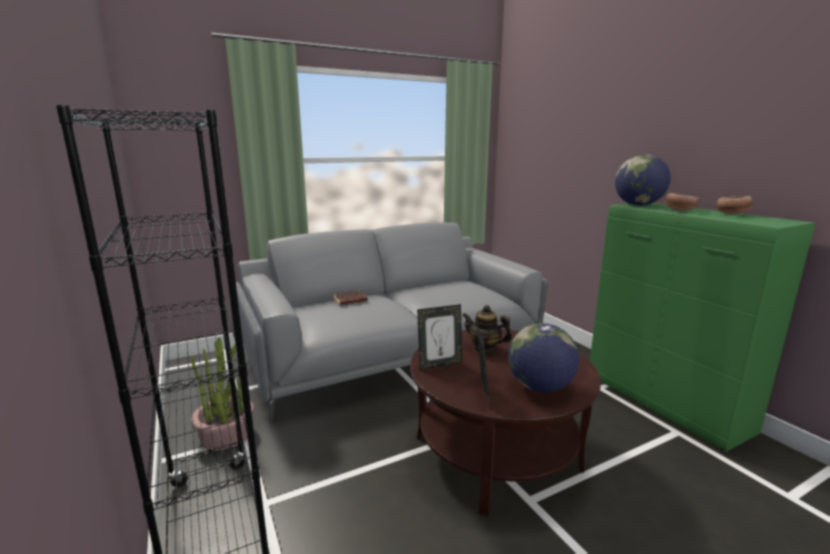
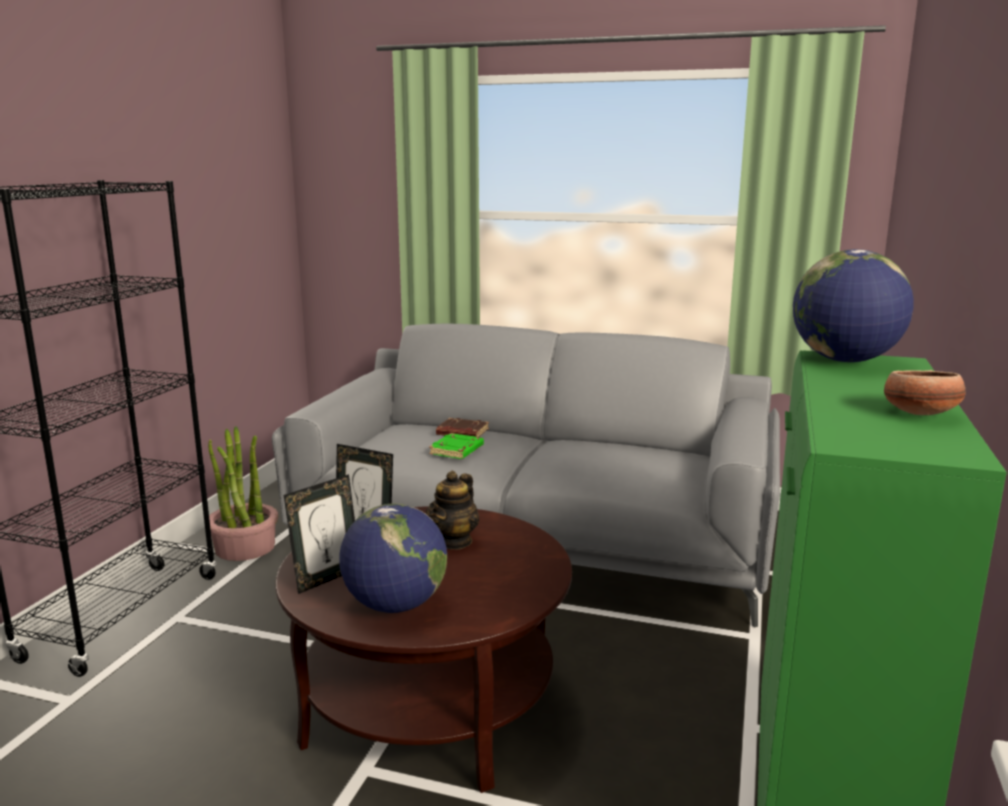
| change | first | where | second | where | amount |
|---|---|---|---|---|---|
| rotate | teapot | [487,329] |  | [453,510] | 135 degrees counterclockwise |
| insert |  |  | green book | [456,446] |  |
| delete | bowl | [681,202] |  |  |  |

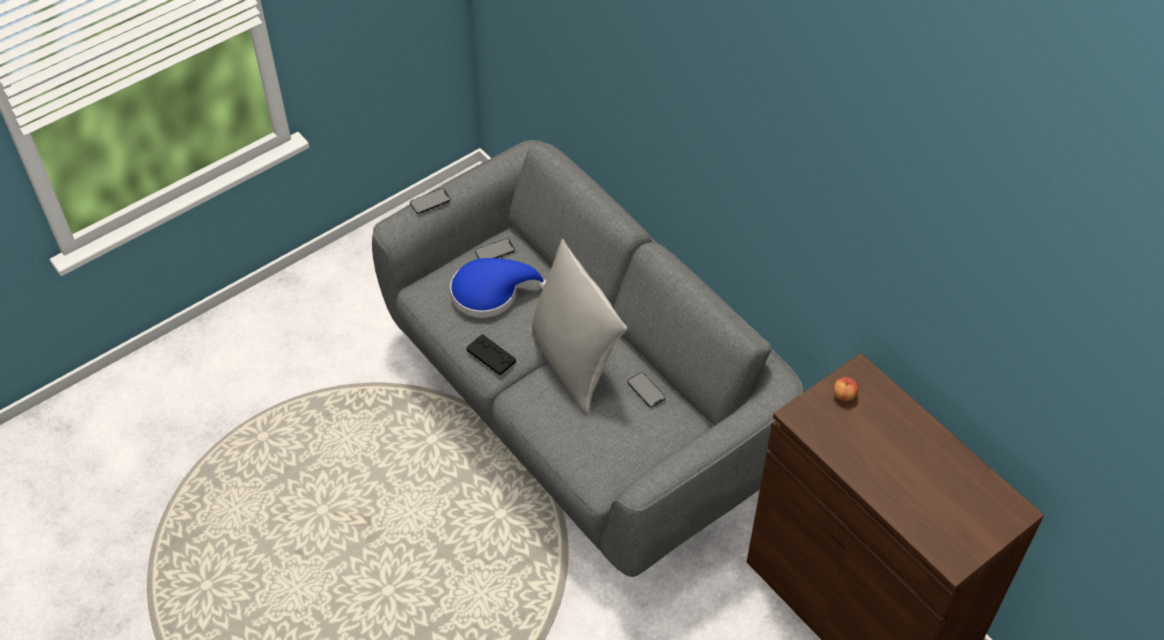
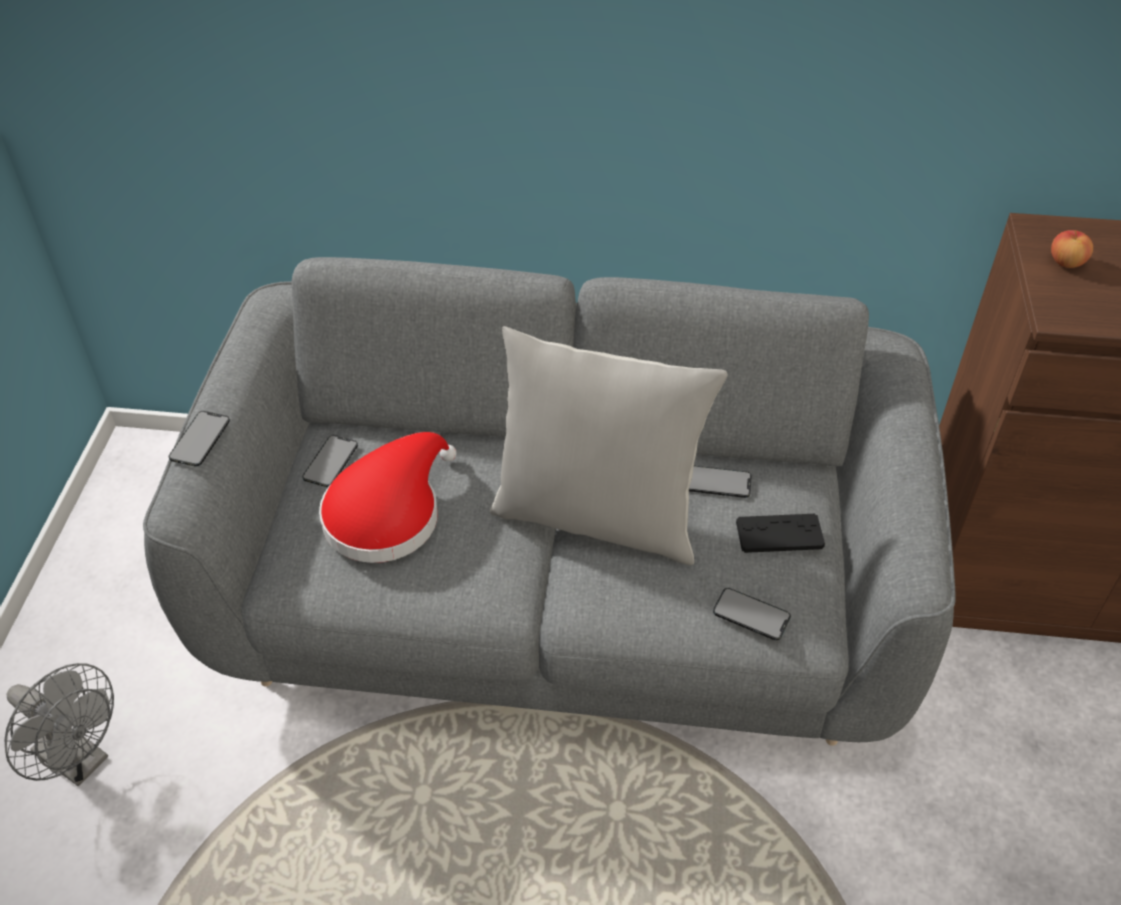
| change | first | where | second | where | amount |
|---|---|---|---|---|---|
| insert |  |  | grey fan | [59,724] |  |
| recolor | blue hat | [498,288] | red hat | [388,497] |  |
| insert |  |  | phone | [752,614] |  |
| move | black game controller | [491,355] |  | [780,533] |  |

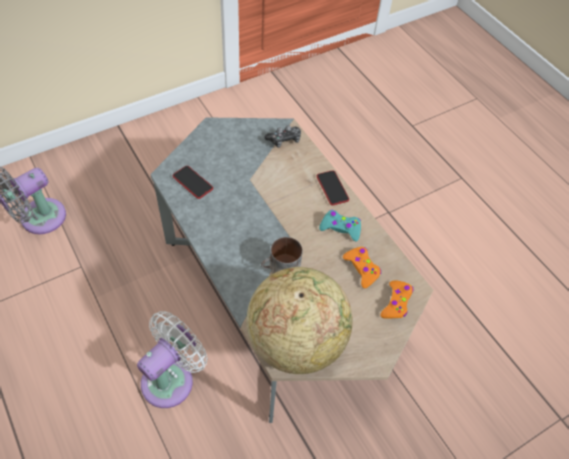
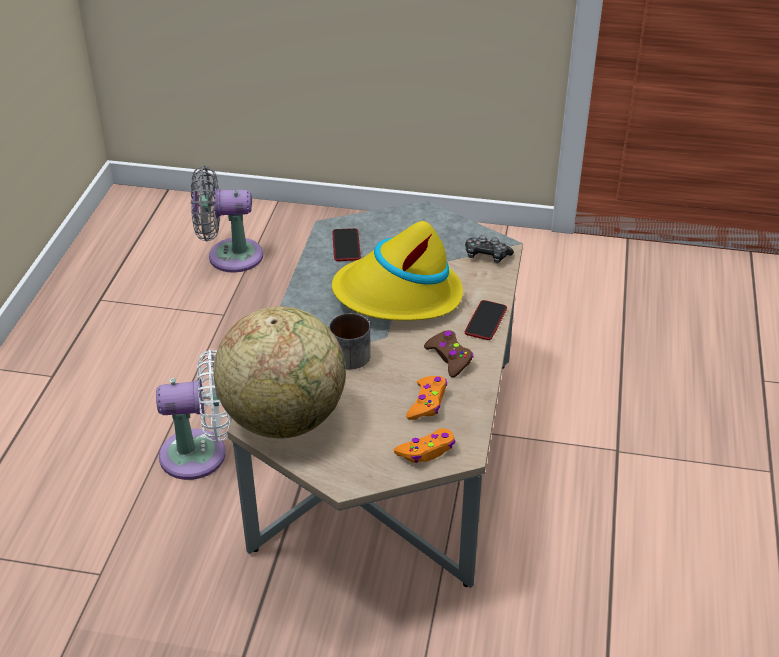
| change | first | where | second | where | amount |
|---|---|---|---|---|---|
| insert |  |  | yellow hat | [397,271] |  |
| recolor | turquoise game controller | [340,226] | brown game controller | [448,354] |  |

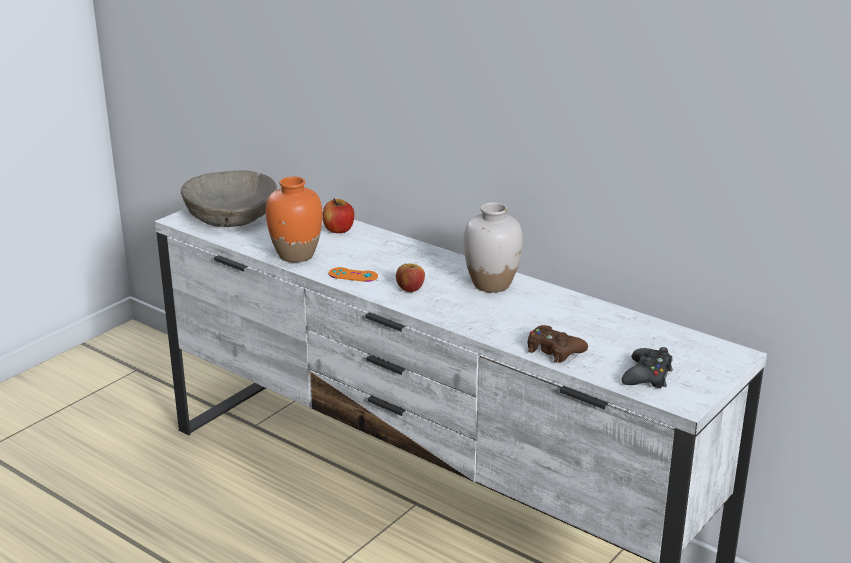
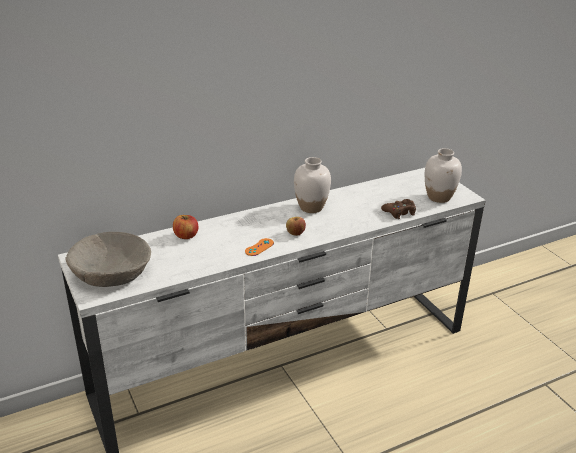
| change | first | where | second | where | amount |
|---|---|---|---|---|---|
| replace | black game controller | [647,367] | white vase | [443,175] |  |
| delete | orange vase | [294,219] |  |  |  |

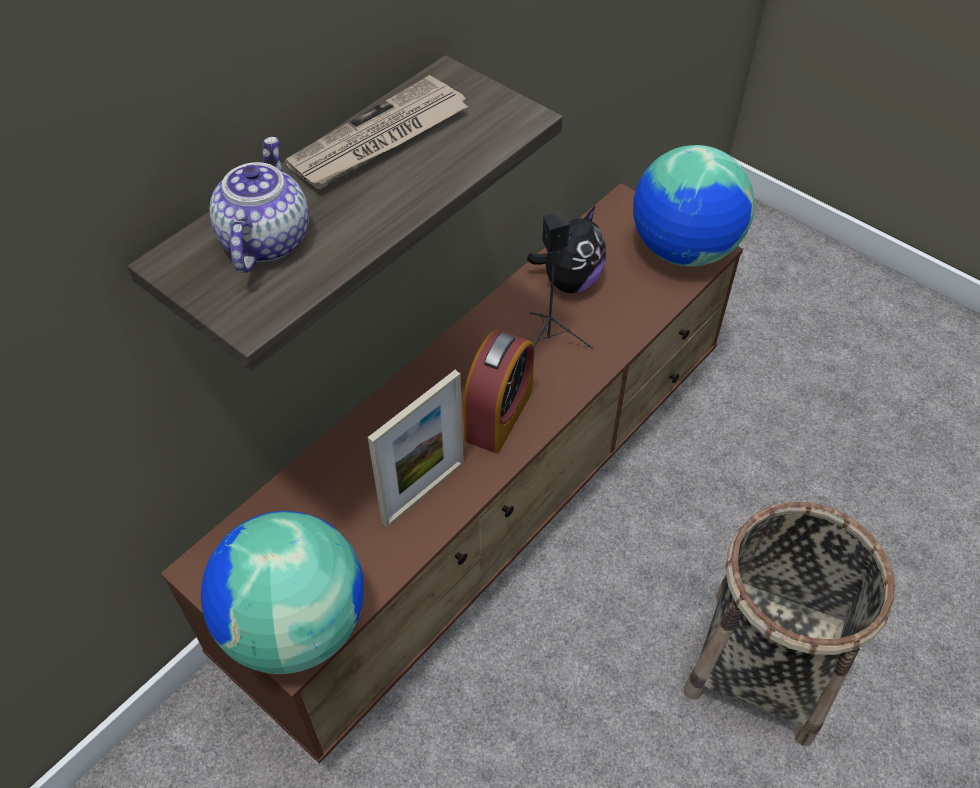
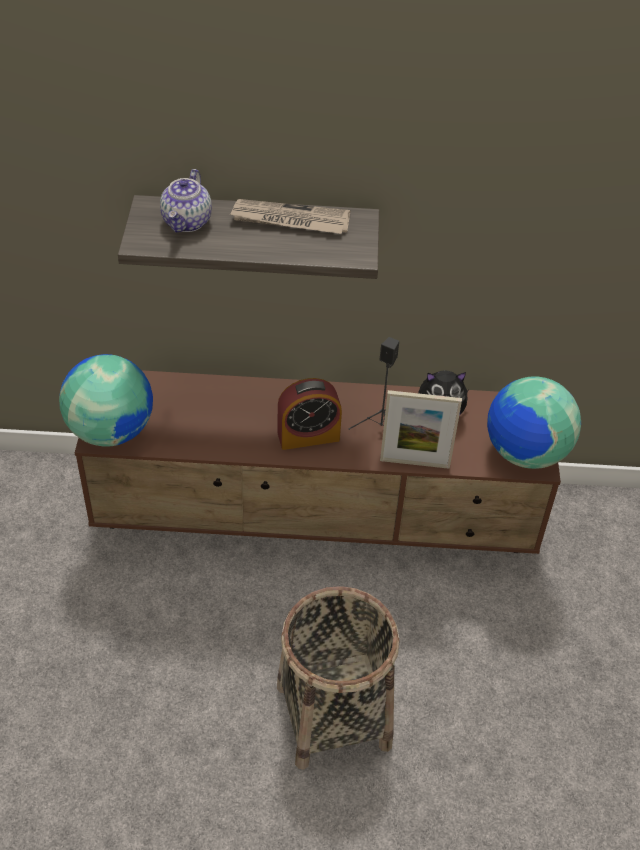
| change | first | where | second | where | amount |
|---|---|---|---|---|---|
| rotate | teapot | [259,205] |  | [186,201] | 135 degrees clockwise |
| move | picture frame | [416,449] |  | [421,429] |  |

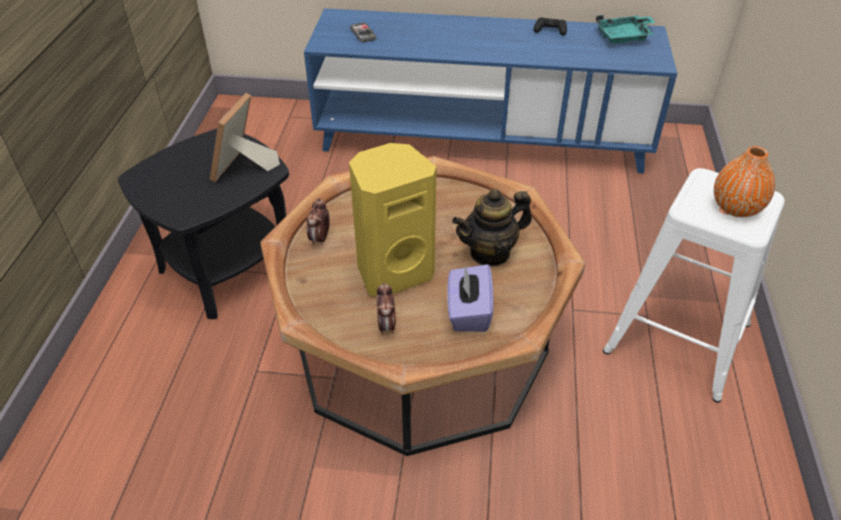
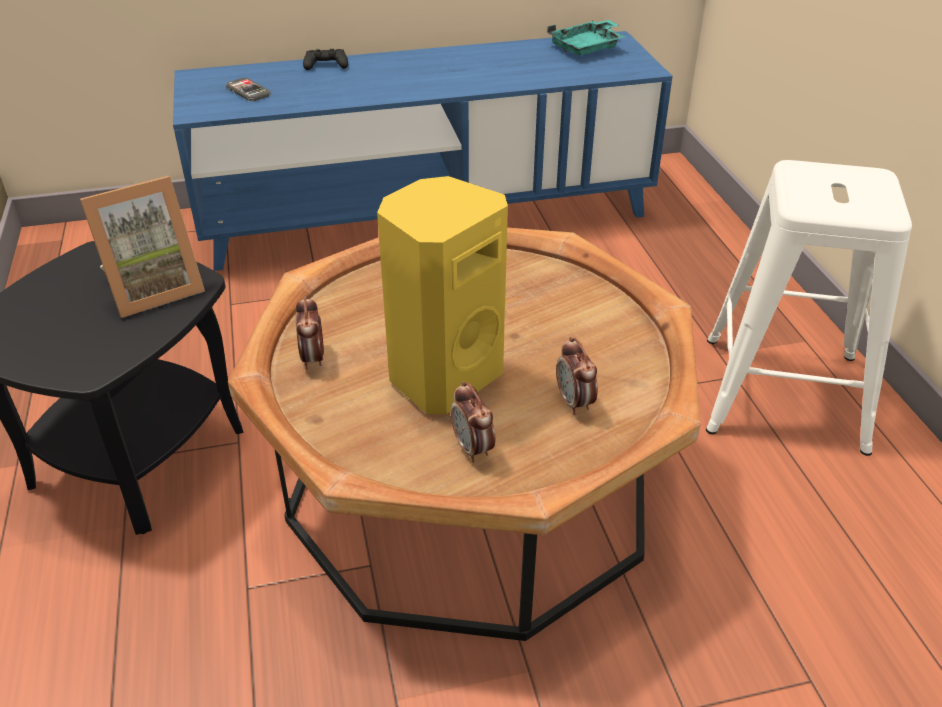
| change | first | where | second | where | amount |
|---|---|---|---|---|---|
| rotate | picture frame | [245,137] |  | [142,247] | 120 degrees counterclockwise |
| move | black game controller | [550,26] |  | [325,59] |  |
| replace | purple tissue box | [470,298] | alarm clock | [577,376] |  |
| delete | teapot | [492,227] |  |  |  |
| delete | orange vase | [744,181] |  |  |  |

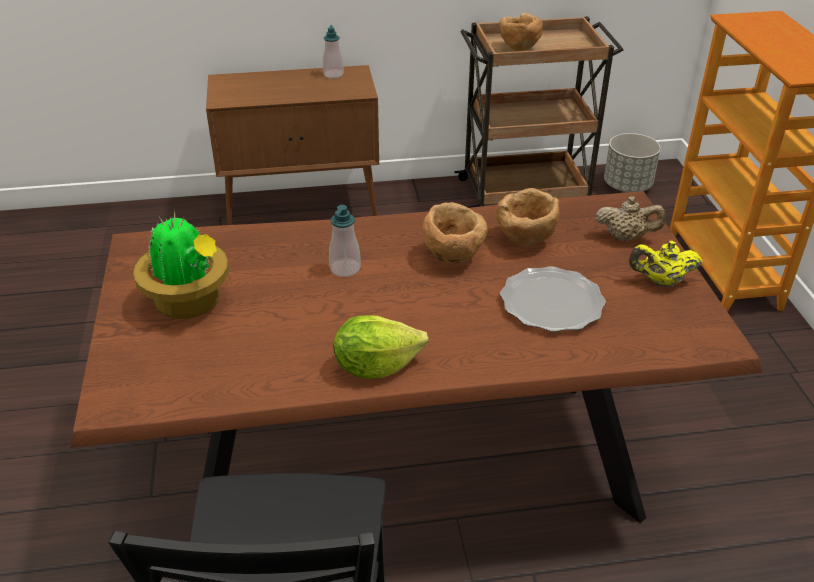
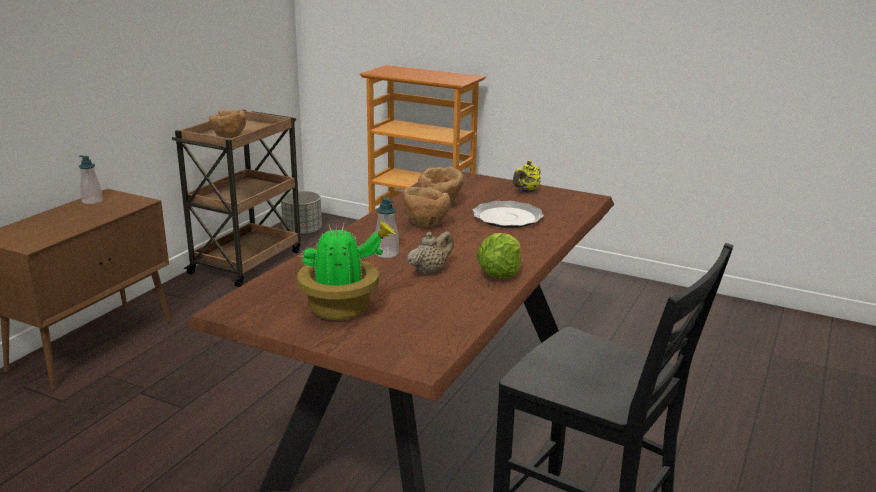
| change | first | where | second | where | amount |
|---|---|---|---|---|---|
| move | beige teapot | [631,218] |  | [430,253] |  |

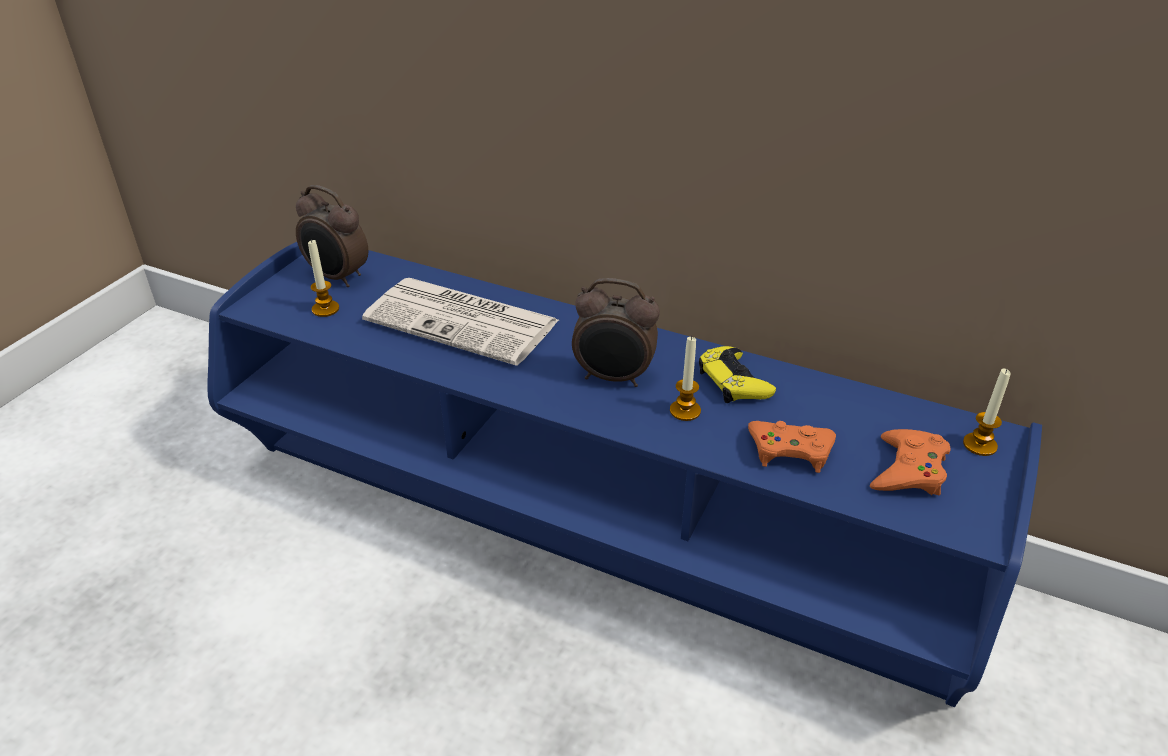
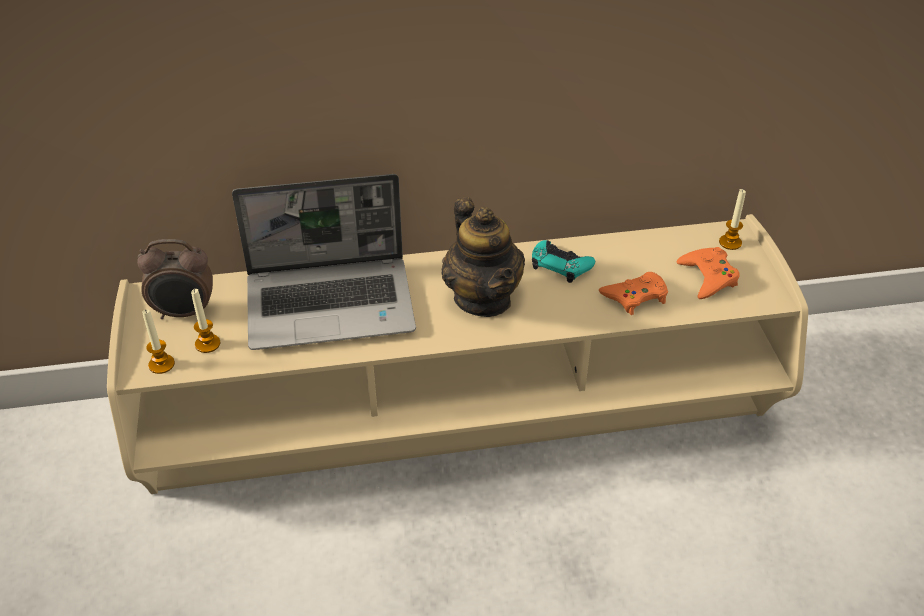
| change | first | where | second | where | amount |
|---|---|---|---|---|---|
| recolor | blue tv stand | [624,474] | beige tv stand | [457,354] |  |
| move | candle | [685,378] |  | [158,341] |  |
| replace | newspaper | [460,322] | laptop | [324,262] |  |
| replace | alarm clock | [616,332] | teapot | [483,257] |  |
| recolor | yellow game controller | [737,374] | turquoise game controller | [563,261] |  |

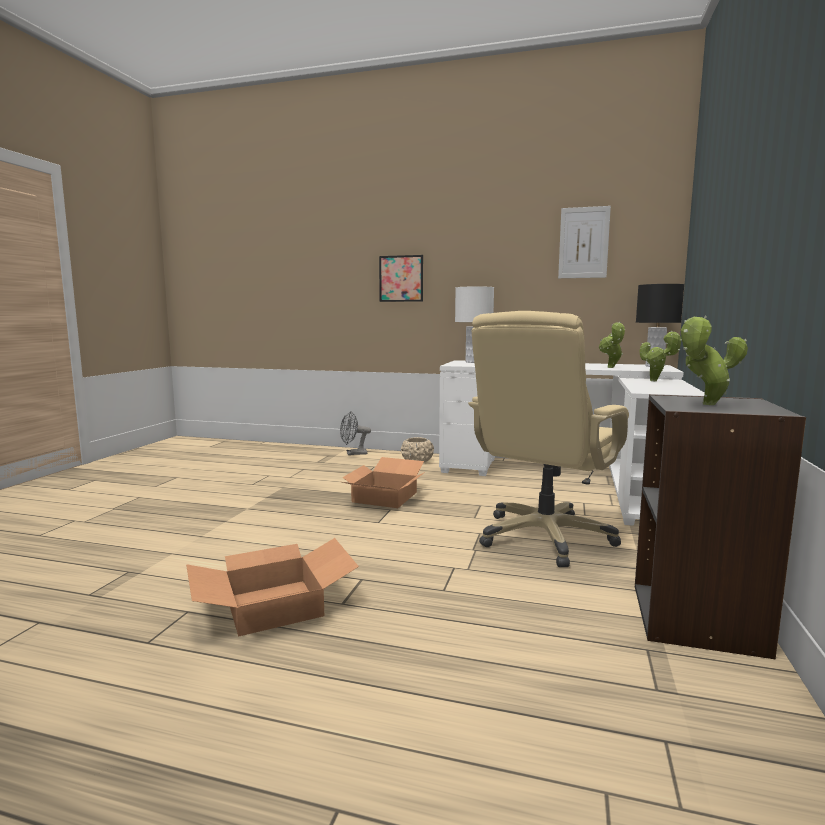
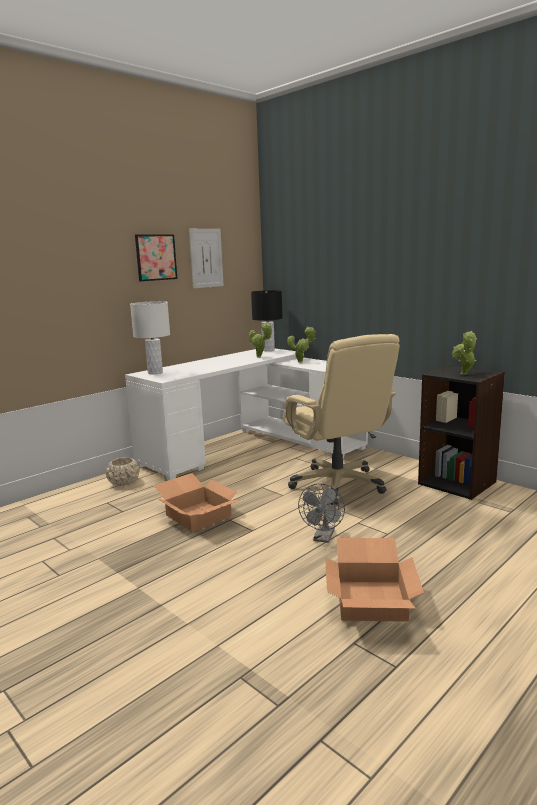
| change | first | where | second | where | amount |
|---|---|---|---|---|---|
| move | picture | [401,278] |  | [156,257] |  |
| move | grey fan | [355,433] |  | [321,513] |  |

